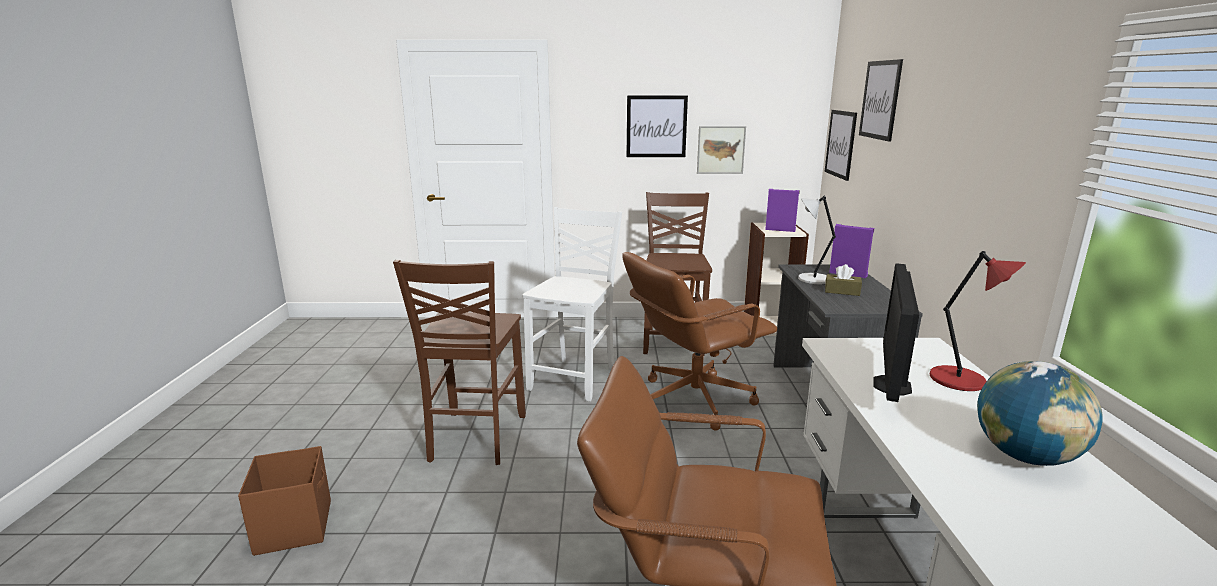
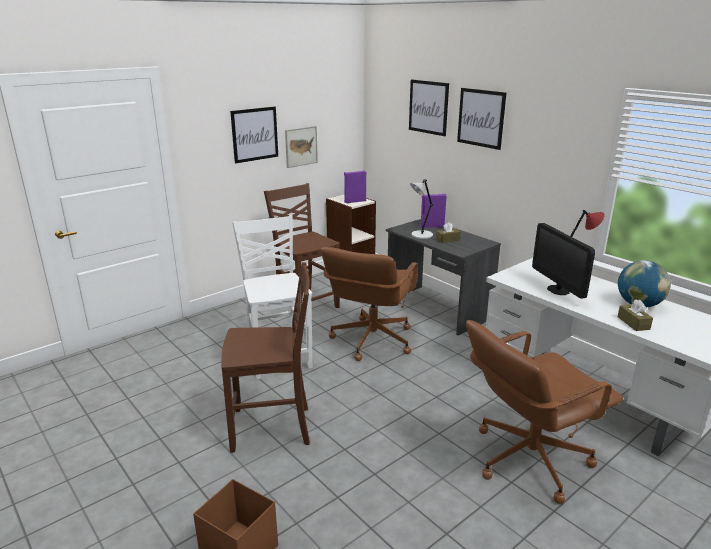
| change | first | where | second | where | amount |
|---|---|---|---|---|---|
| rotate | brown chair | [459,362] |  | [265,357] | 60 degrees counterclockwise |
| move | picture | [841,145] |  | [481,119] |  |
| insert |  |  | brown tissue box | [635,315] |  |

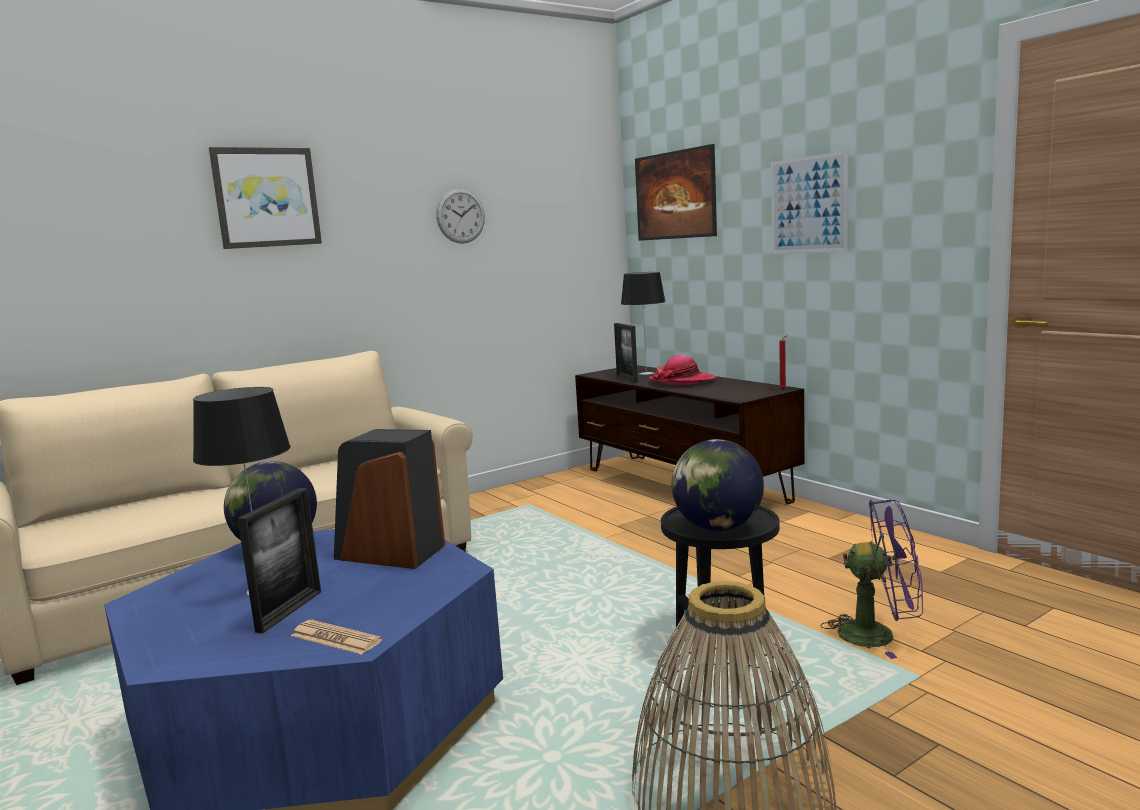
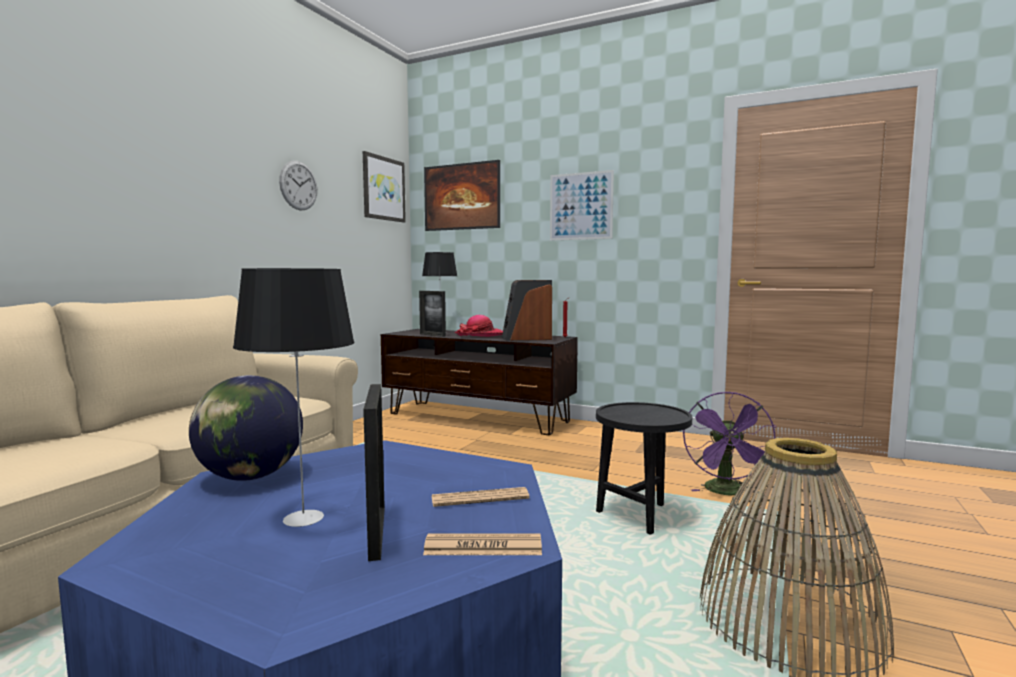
| change | first | where | second | where | amount |
|---|---|---|---|---|---|
| move | picture | [265,198] |  | [384,187] |  |
| insert |  |  | newspaper | [480,497] |  |
| move | speaker | [389,499] |  | [527,310] |  |
| rotate | purple fan | [872,579] |  | [729,443] | 120 degrees clockwise |
| delete | globe | [717,485] |  |  |  |

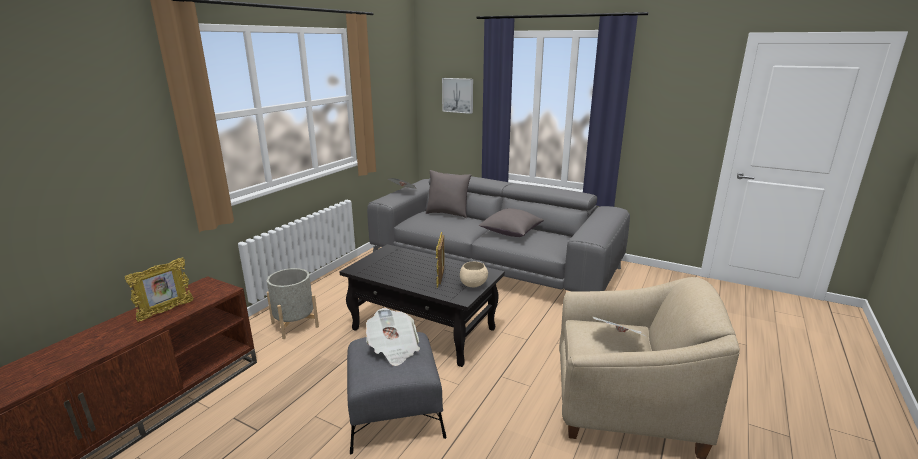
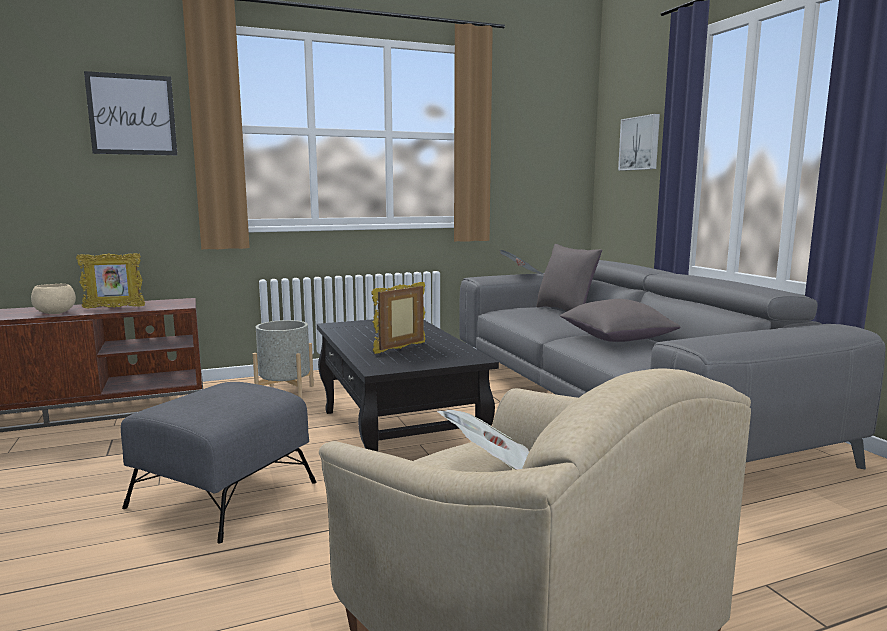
| change | first | where | second | where | amount |
|---|---|---|---|---|---|
| move | beige bowl | [474,274] |  | [53,299] |  |
| insert |  |  | picture | [130,113] |  |
| delete | newspaper | [393,337] |  |  |  |

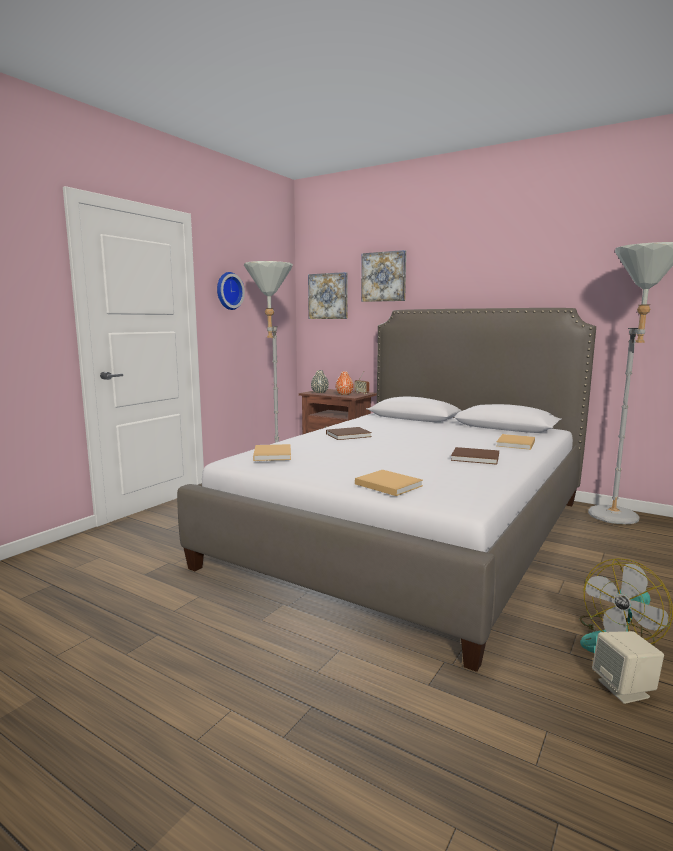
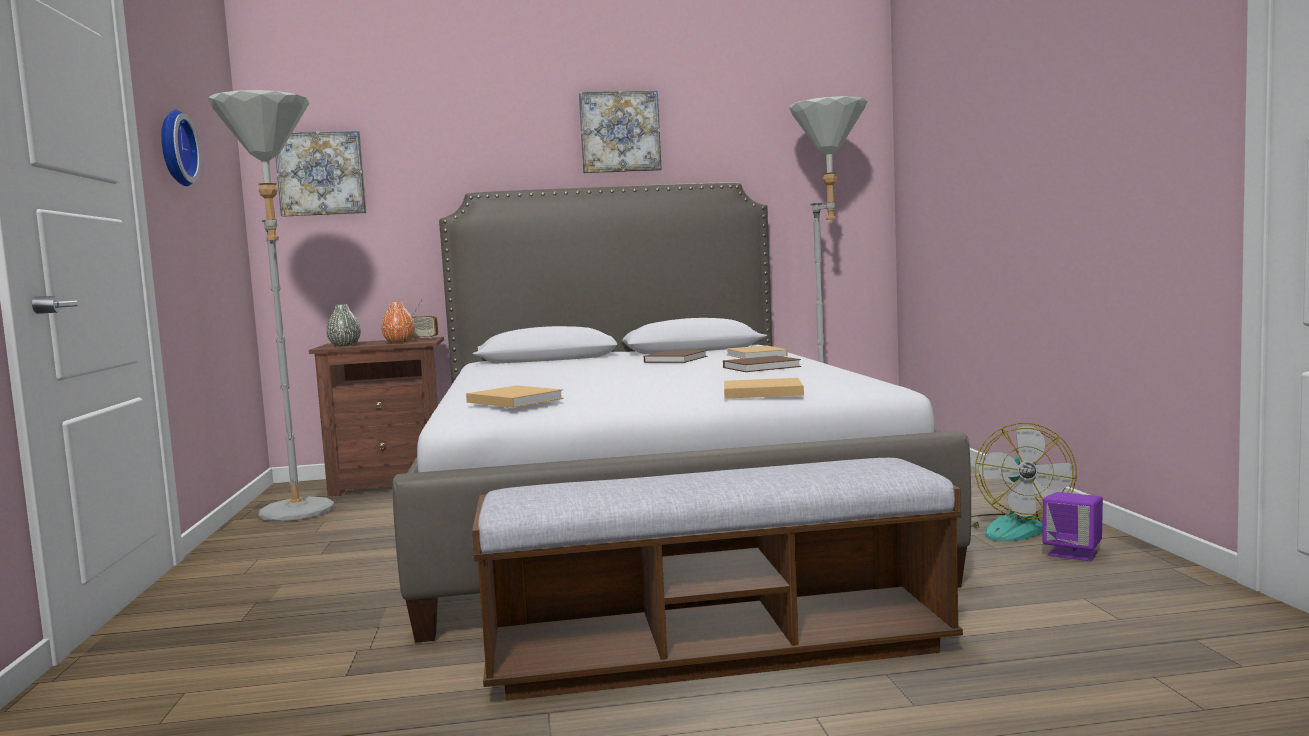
| change | first | where | second | where | amount |
|---|---|---|---|---|---|
| insert |  |  | bench | [717,579] |  |
| move | picture | [383,276] |  | [620,131] |  |
| move | brown book | [349,433] |  | [675,356] |  |
| recolor | beige speaker | [628,667] | purple speaker | [1072,526] |  |

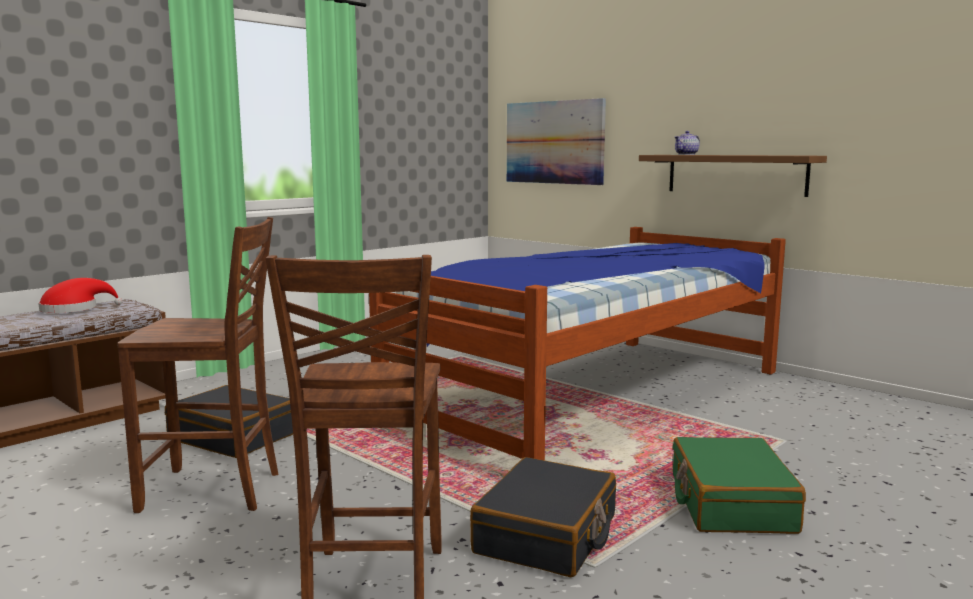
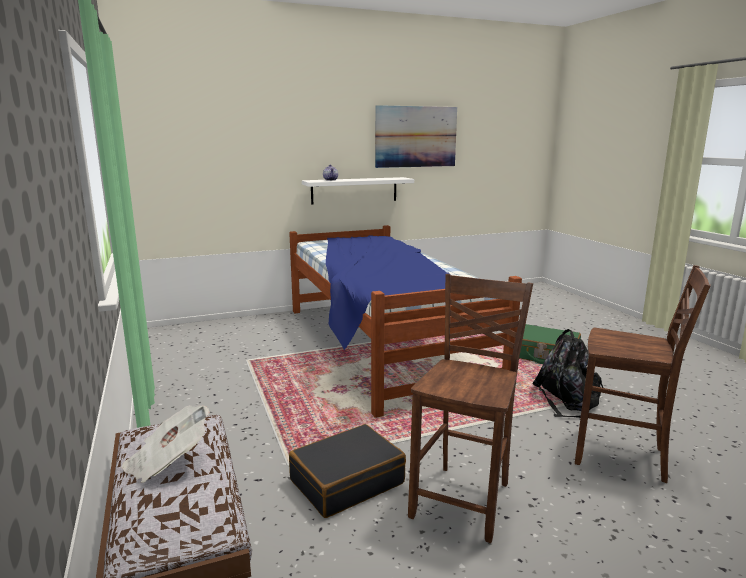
| change | first | where | second | where | amount |
|---|---|---|---|---|---|
| replace | red hat | [80,295] | newspaper | [166,444] |  |
| recolor | brown shelf | [733,176] | white shelf | [358,191] |  |
| move | picture | [556,141] |  | [416,136] |  |
| replace | black suitcase | [543,517] | black backpack | [568,373] |  |

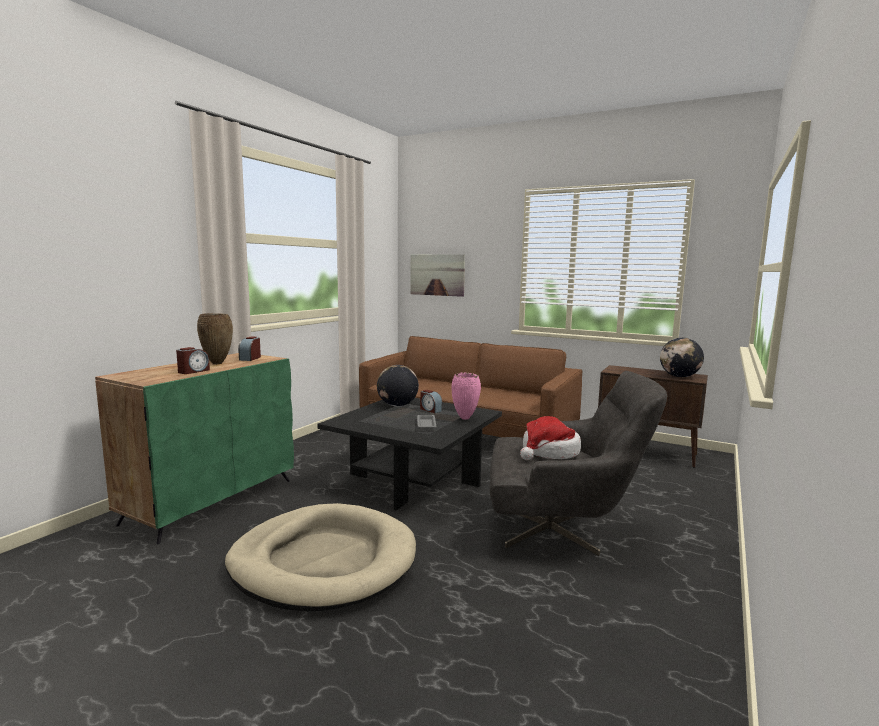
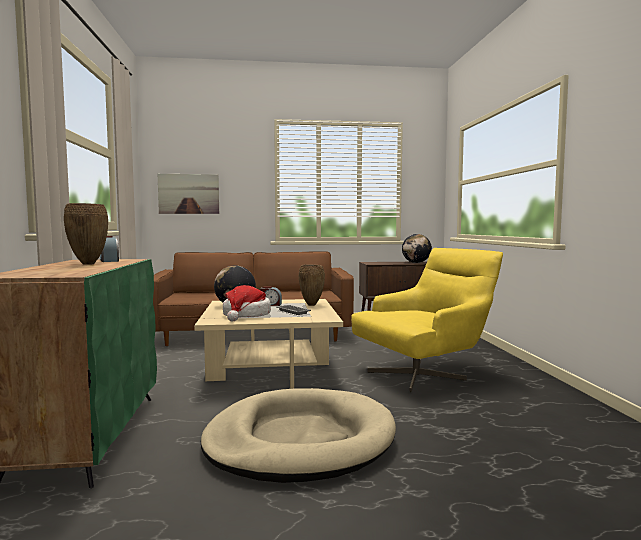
| change | first | where | second | where | amount |
|---|---|---|---|---|---|
| recolor | black coffee table | [410,454] | beige coffee table | [268,344] |  |
| move | hat | [550,438] |  | [247,303] |  |
| recolor | pink vase | [466,396] | brown vase | [312,285] |  |
| recolor | grey armchair | [578,463] | yellow armchair | [427,320] |  |
| delete | alarm clock | [193,360] |  |  |  |

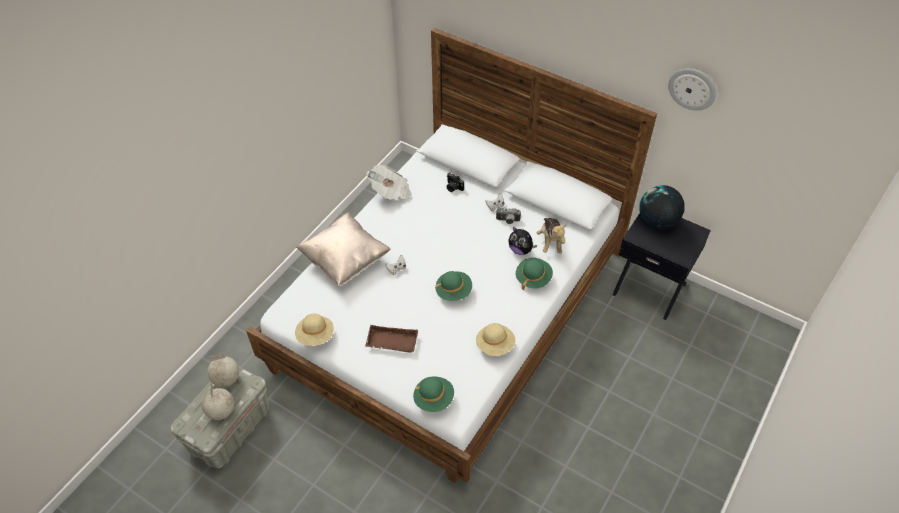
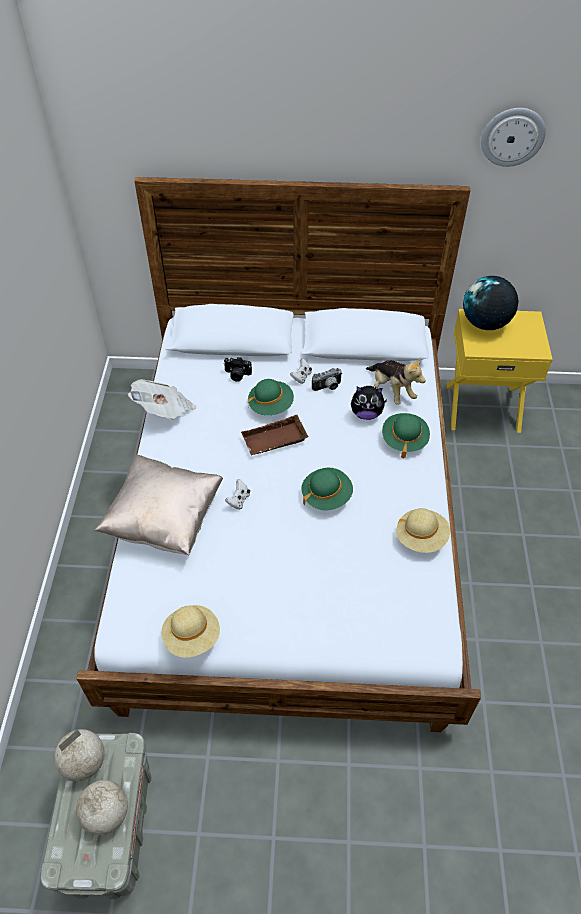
| change | first | where | second | where | amount |
|---|---|---|---|---|---|
| move | brown tray | [391,339] |  | [274,435] |  |
| move | green hat | [433,394] |  | [271,397] |  |
| recolor | black nightstand | [661,266] | yellow nightstand | [499,371] |  |

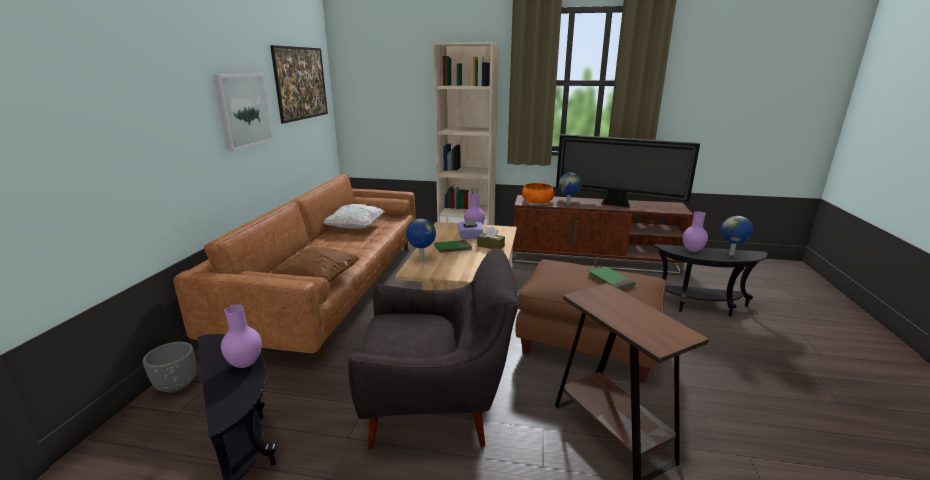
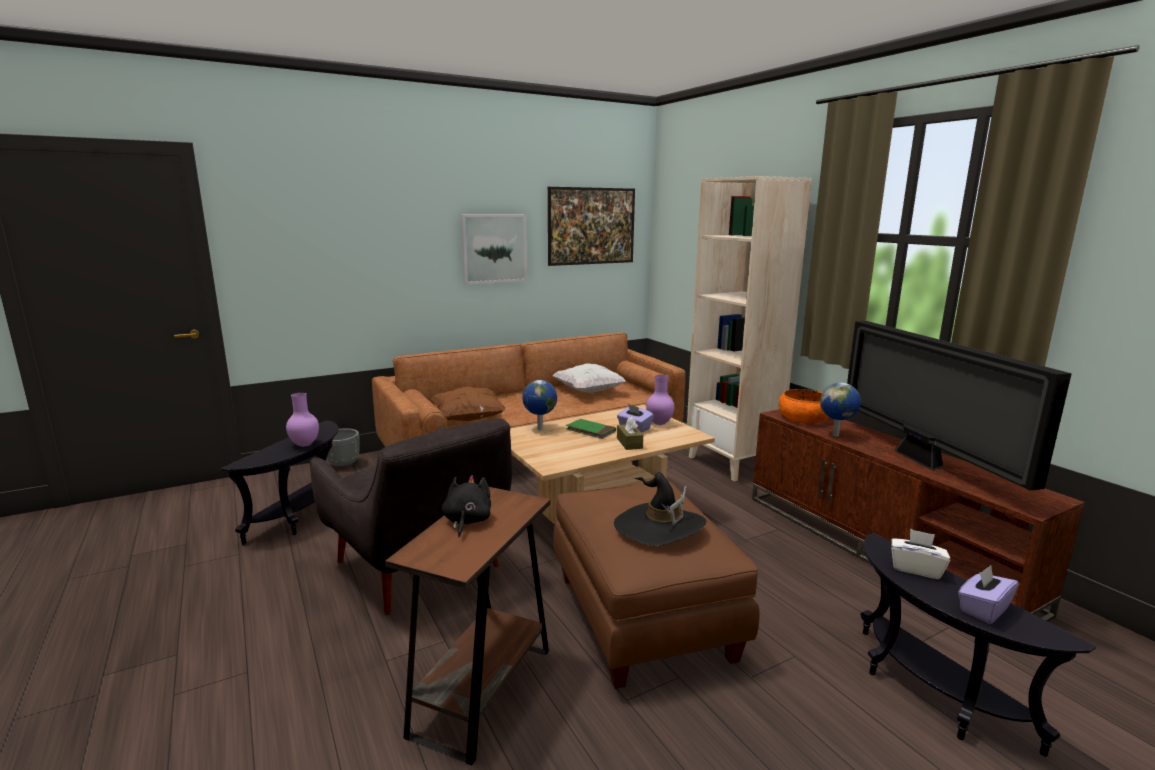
| change | first | where | second | where | amount |
|---|---|---|---|---|---|
| insert |  |  | black plush toy | [466,506] |  |
| replace | green book | [612,278] | black hat | [660,509] |  |
| replace | purple vase | [695,232] | white tissue box | [920,554] |  |
| replace | globe | [737,236] | purple tissue box | [988,594] |  |

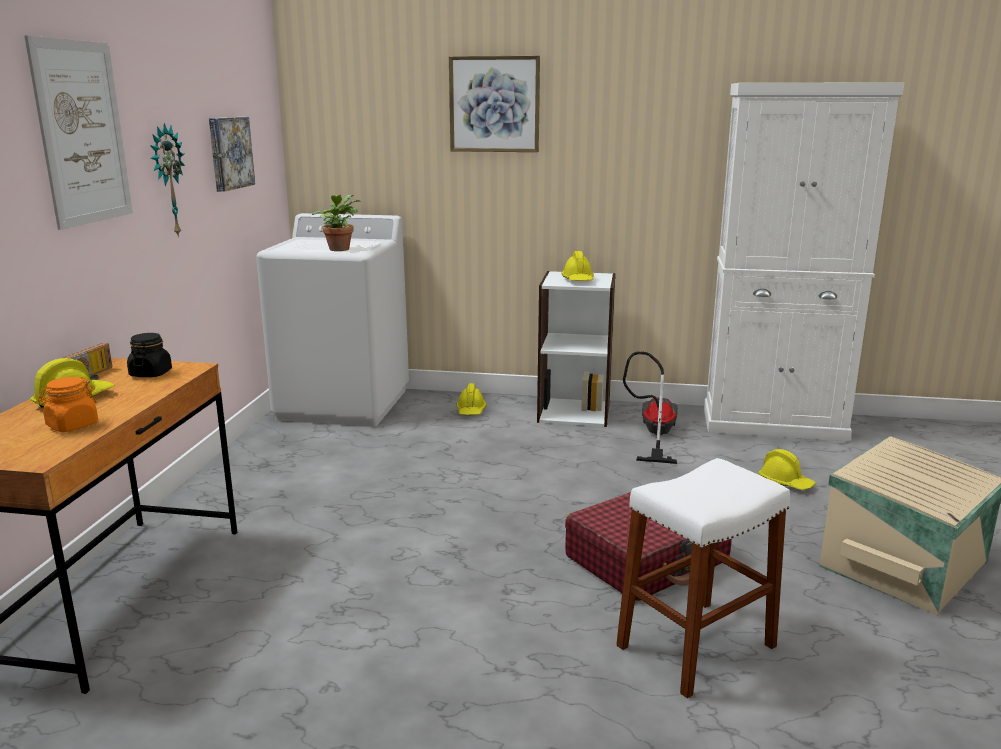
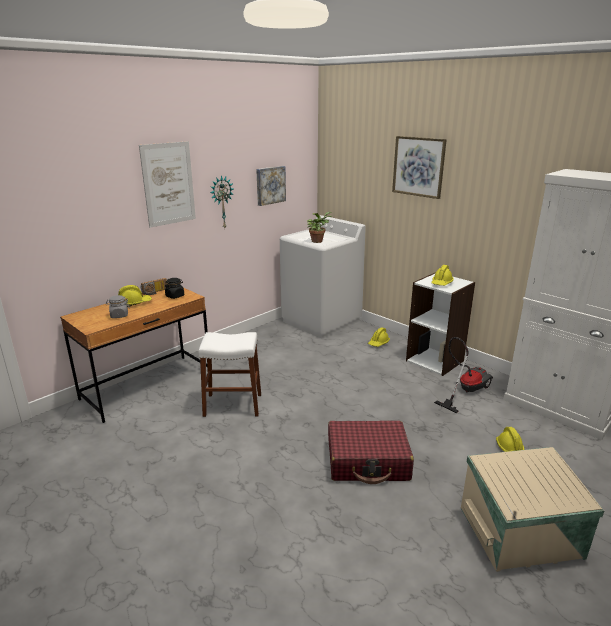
| change | first | where | second | where | amount |
|---|---|---|---|---|---|
| recolor | orange jar | [68,404] | grey jar | [118,306] |  |
| move | white stool | [703,578] |  | [229,374] |  |

